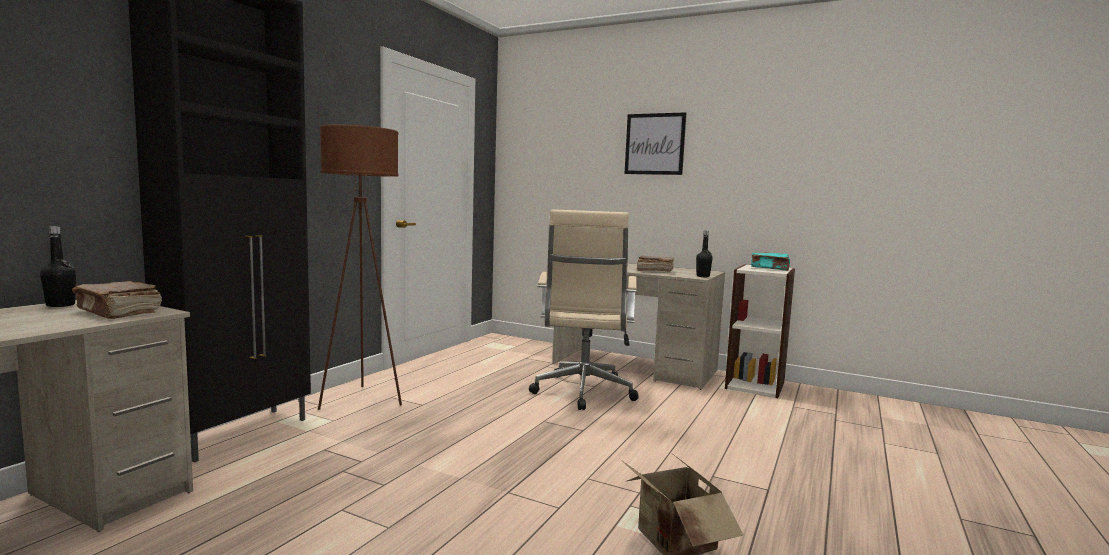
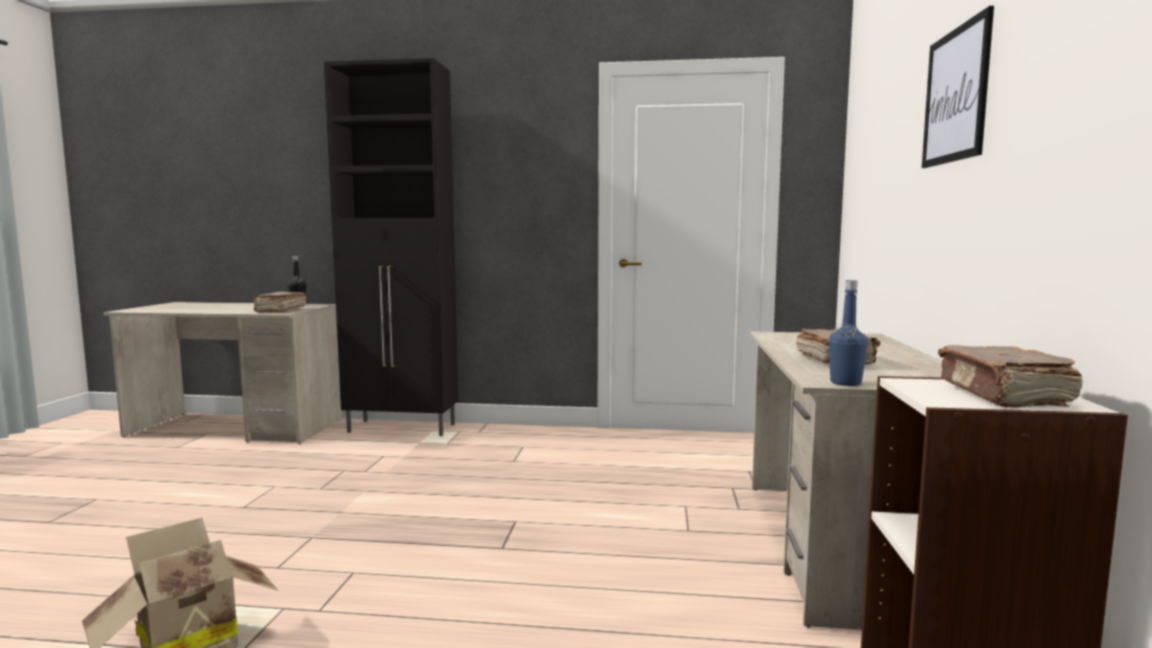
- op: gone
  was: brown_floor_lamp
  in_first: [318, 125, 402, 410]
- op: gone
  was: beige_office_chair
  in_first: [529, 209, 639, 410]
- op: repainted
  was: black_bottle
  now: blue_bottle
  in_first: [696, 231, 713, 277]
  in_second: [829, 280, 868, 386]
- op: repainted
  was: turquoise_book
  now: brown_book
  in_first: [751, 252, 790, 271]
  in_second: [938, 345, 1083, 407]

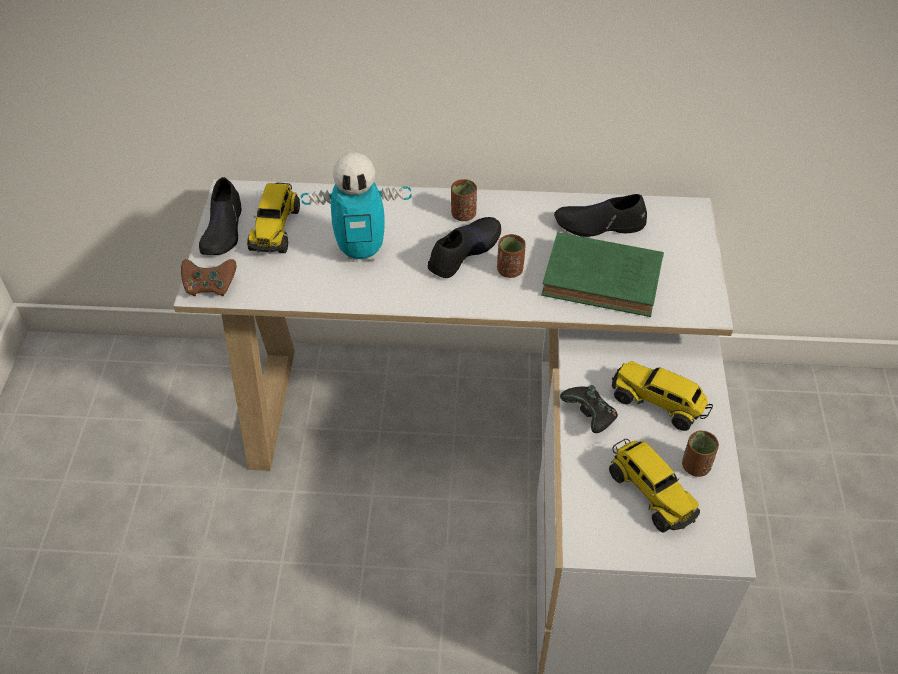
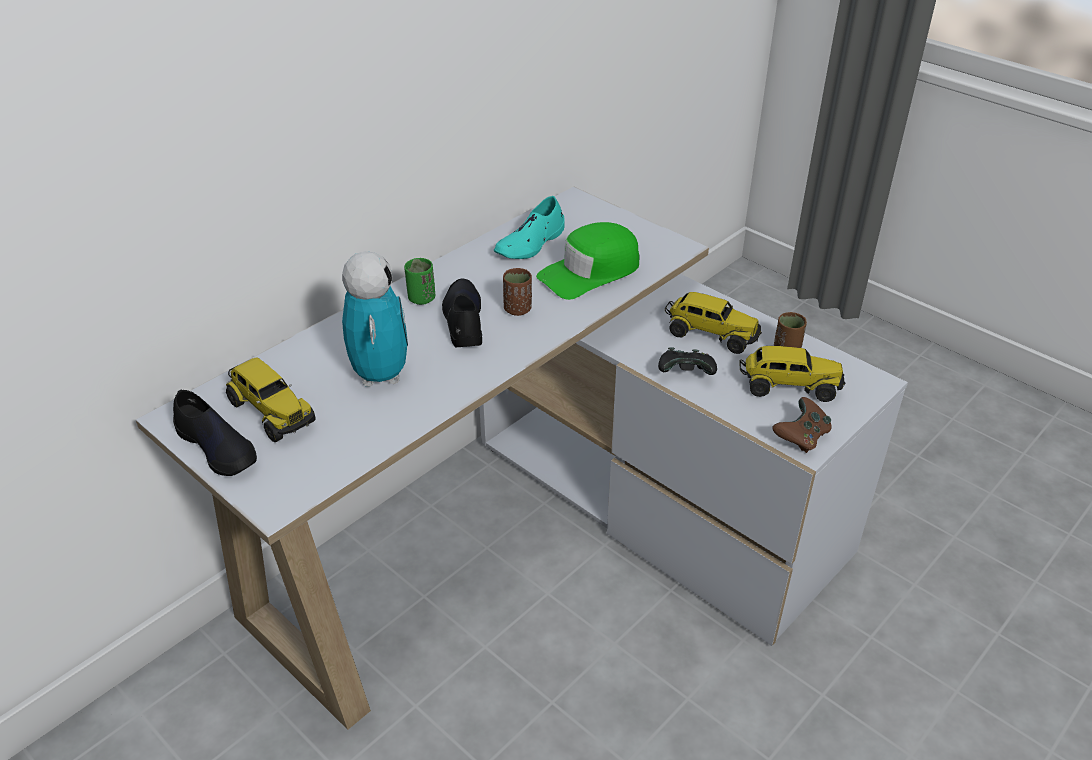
- op: shifted
  was: brown_game_controller
  in_first: [181, 259, 236, 296]
  in_second: [772, 397, 832, 453]
- op: swapped
  was: green_book
  now: green_cap
  in_first: [541, 232, 664, 317]
  in_second: [536, 222, 640, 300]
- op: repainted
  was: brown_cup
  now: green_cup
  in_first: [451, 179, 477, 221]
  in_second: [404, 258, 436, 305]
- op: repainted
  was: black_shoe
  now: turquoise_shoe
  in_first: [554, 194, 647, 237]
  in_second: [494, 196, 565, 259]
- op: rotated
  was: toy_robot
  in_first: [301, 152, 412, 262]
  in_second: [342, 251, 408, 387]
  clockwise: -45
- op: rotated
  was: toy_truck
  in_first: [612, 361, 713, 431]
  in_second: [665, 292, 762, 354]
  clockwise: -135

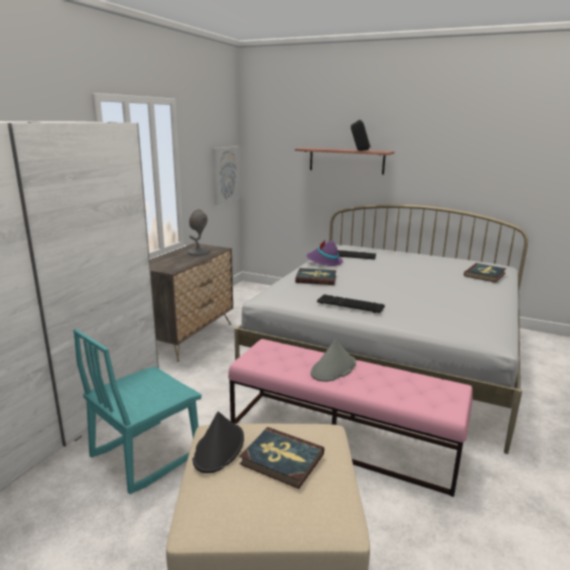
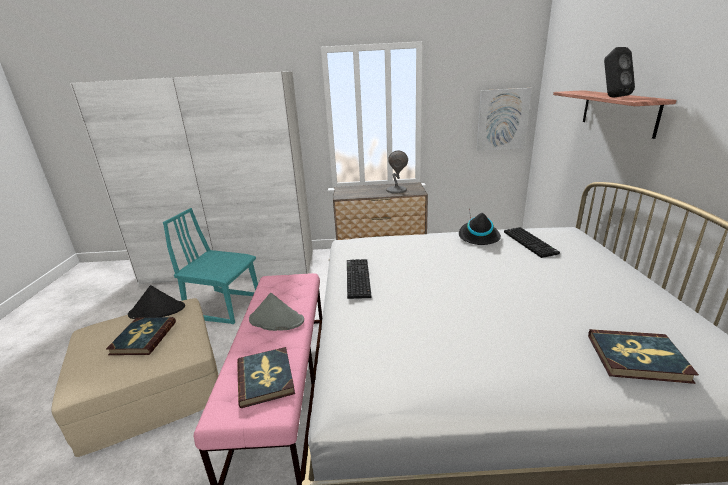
- op: shifted
  was: book
  in_first: [295, 268, 336, 285]
  in_second: [237, 347, 295, 408]
- op: repainted
  was: purple_hat
  now: black_hat
  in_first: [307, 239, 343, 266]
  in_second: [459, 209, 501, 245]

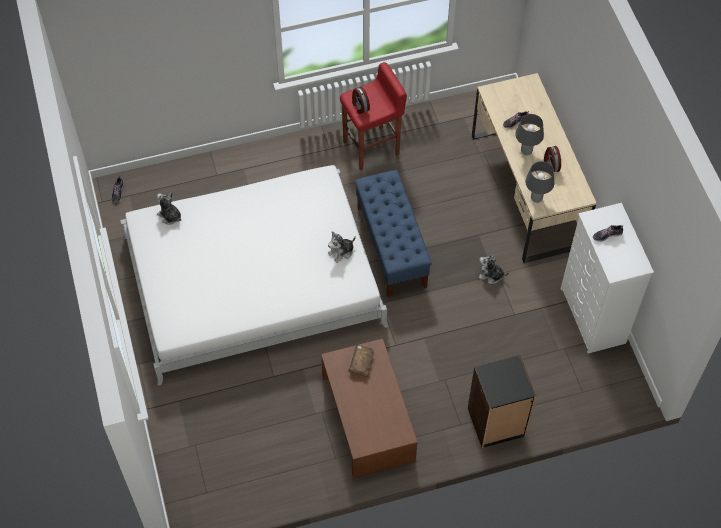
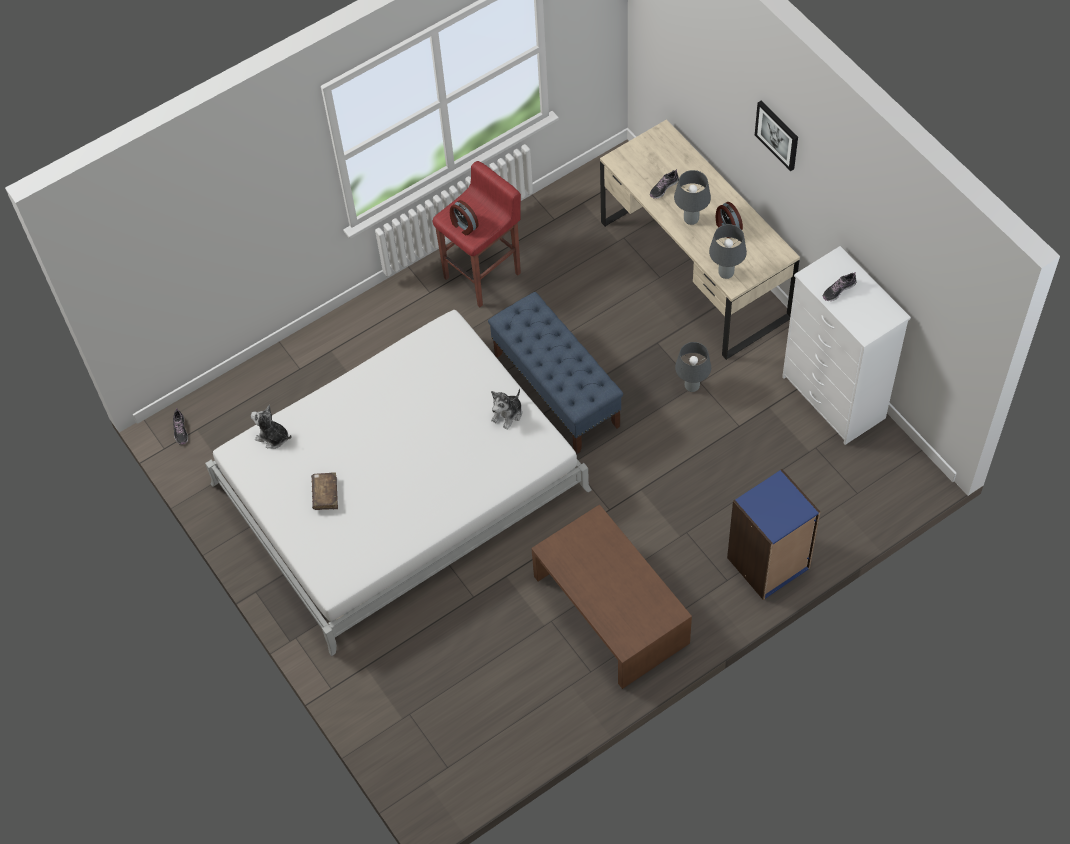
- op: new
  now: picture
  in_second: [755, 101, 798, 171]
- op: shifted
  was: brown_book
  in_first: [349, 345, 375, 377]
  in_second: [311, 472, 338, 510]
- op: swapped
  was: plush_toy
  now: grey_table_lamp
  in_first: [478, 252, 509, 284]
  in_second: [675, 342, 711, 392]
- op: repainted
  was: black_bookcase
  now: blue_bookcase
  in_first: [468, 355, 536, 448]
  in_second: [727, 469, 820, 600]

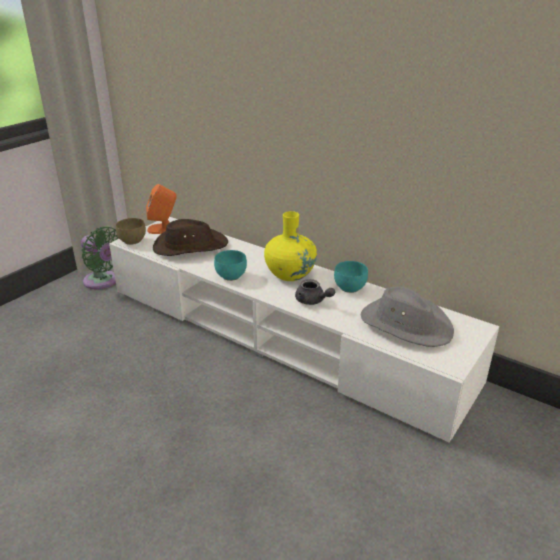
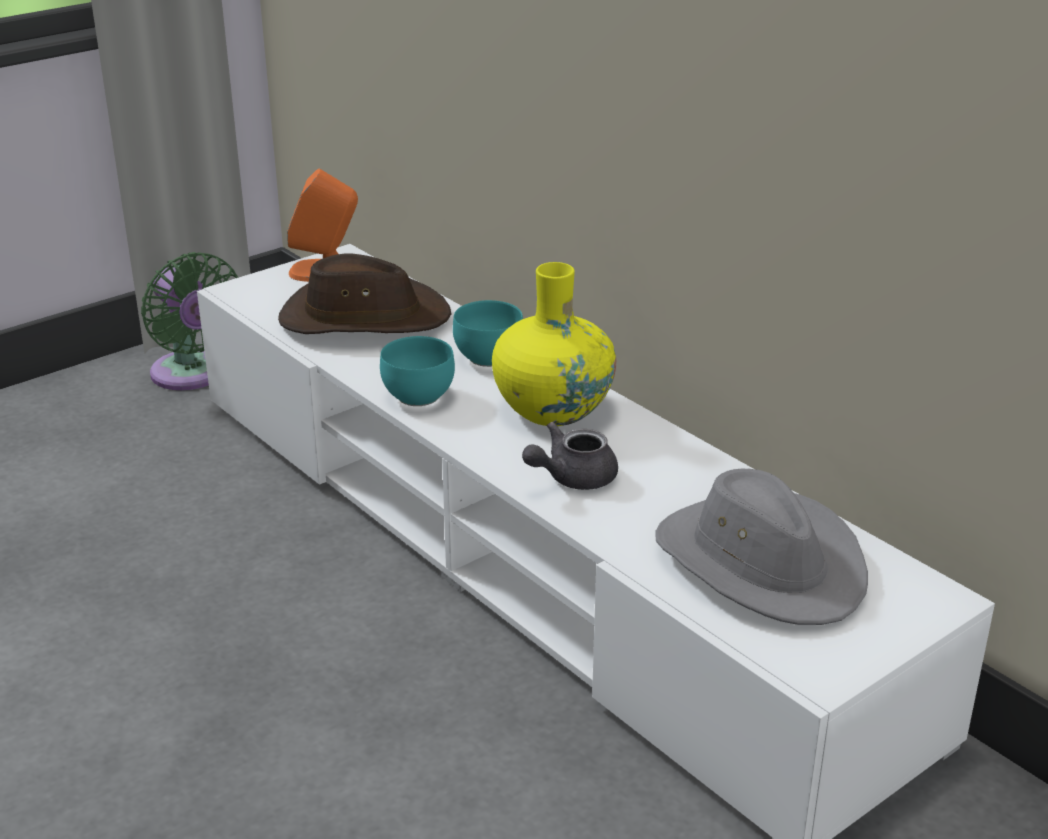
- op: gone
  was: brown_bowl
  in_first: [116, 218, 146, 245]
- op: shifted
  was: turquoise_bowl
  in_first: [334, 261, 368, 293]
  in_second: [453, 300, 523, 367]
- op: rotated
  was: grey_teapot
  in_first: [295, 279, 335, 305]
  in_second: [522, 422, 618, 490]
  clockwise: 90

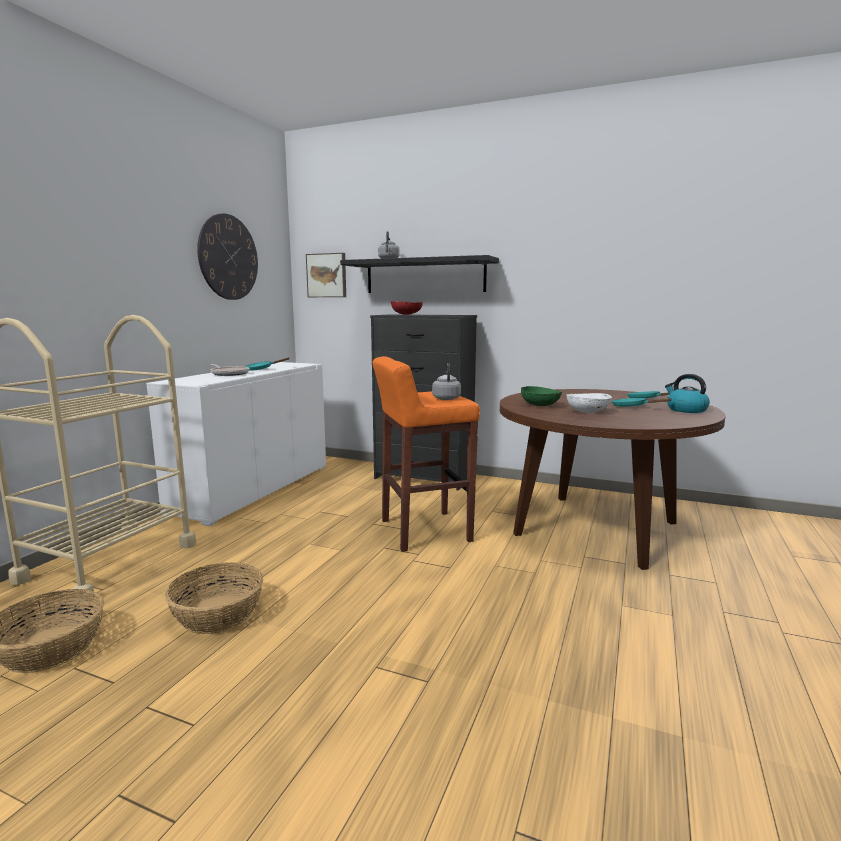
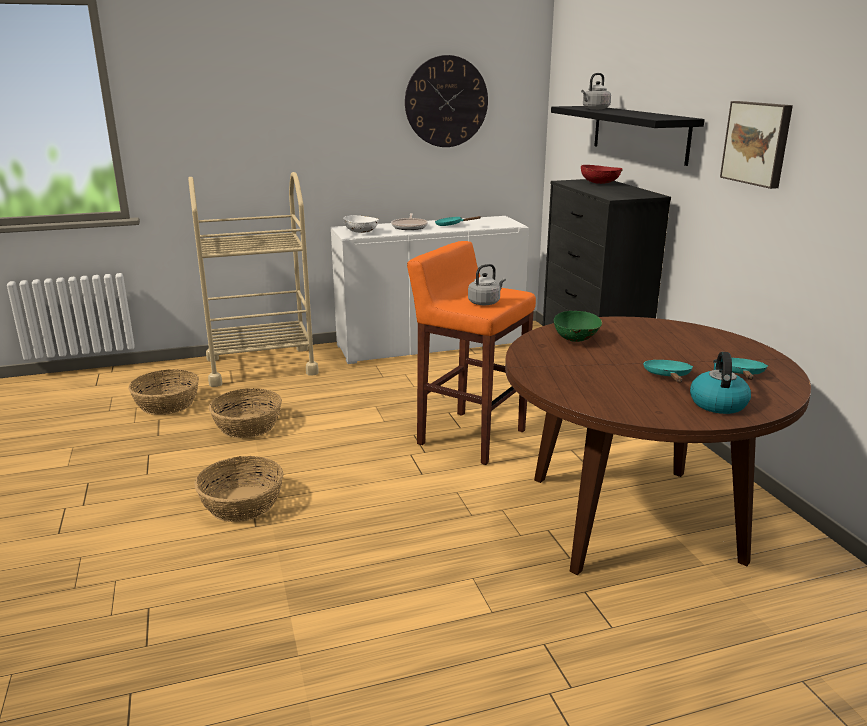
- op: new
  now: basket
  in_second: [194, 456, 284, 522]
- op: shifted
  was: picture
  in_first: [306, 253, 346, 297]
  in_second: [720, 101, 793, 189]
- op: shifted
  was: white_bowl
  in_first: [566, 393, 612, 413]
  in_second: [343, 215, 379, 233]

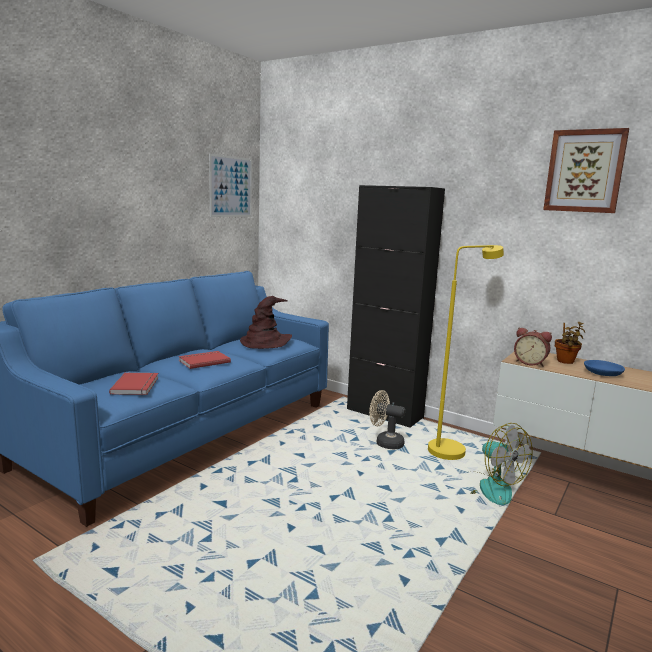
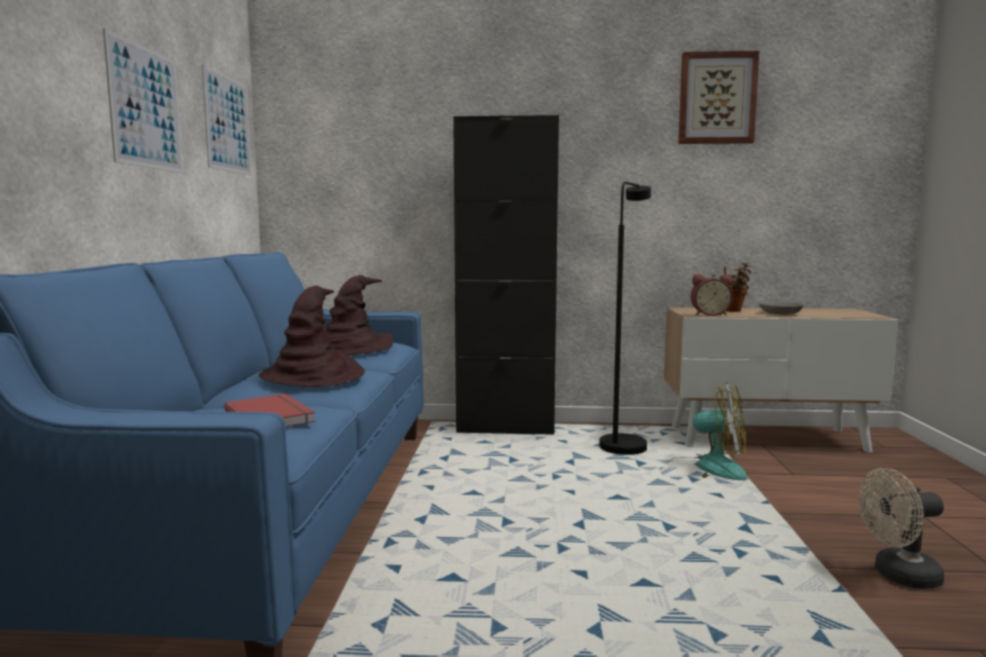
- op: new
  now: picture
  in_second: [103, 28, 183, 173]
- op: shifted
  was: beige_fan
  in_first: [369, 390, 405, 449]
  in_second: [858, 468, 944, 589]
- op: swapped
  was: red_book
  now: brown_hat
  in_first: [179, 351, 231, 369]
  in_second: [258, 286, 365, 387]
- op: repainted
  was: yellow_floor_lamp
  now: black_floor_lamp
  in_first: [428, 245, 504, 460]
  in_second: [599, 182, 651, 455]
- op: repainted
  was: blue_bowl
  now: grey_bowl
  in_first: [584, 360, 625, 376]
  in_second: [759, 302, 804, 314]

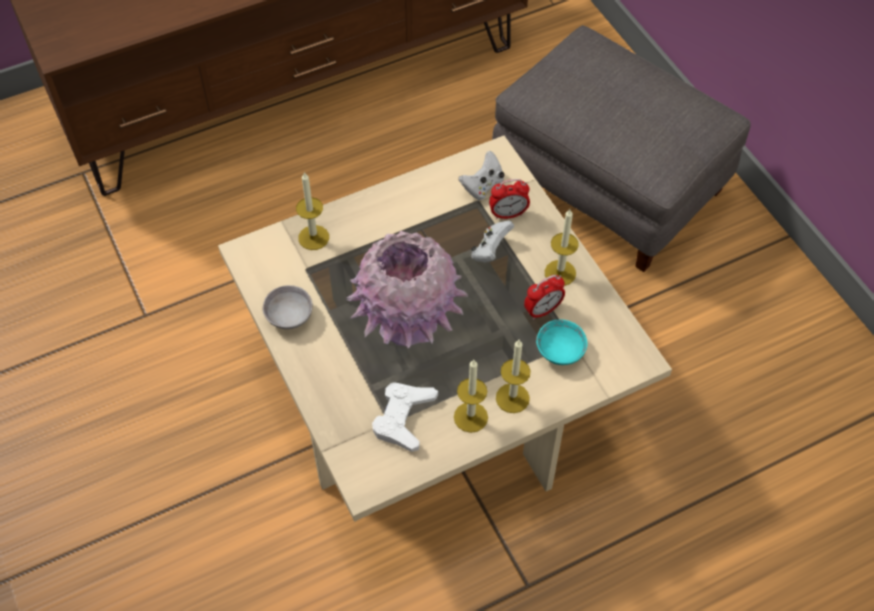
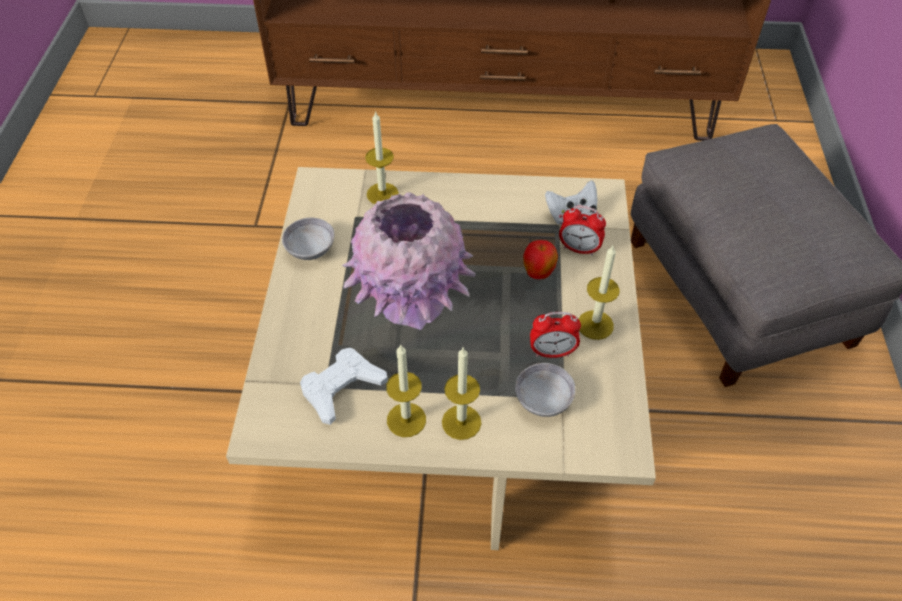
- op: swapped
  was: white_game_controller
  now: apple
  in_first: [471, 220, 514, 262]
  in_second: [523, 240, 558, 279]
- op: repainted
  was: turquoise_bowl
  now: grey_bowl
  in_first: [536, 320, 588, 365]
  in_second: [515, 363, 576, 417]

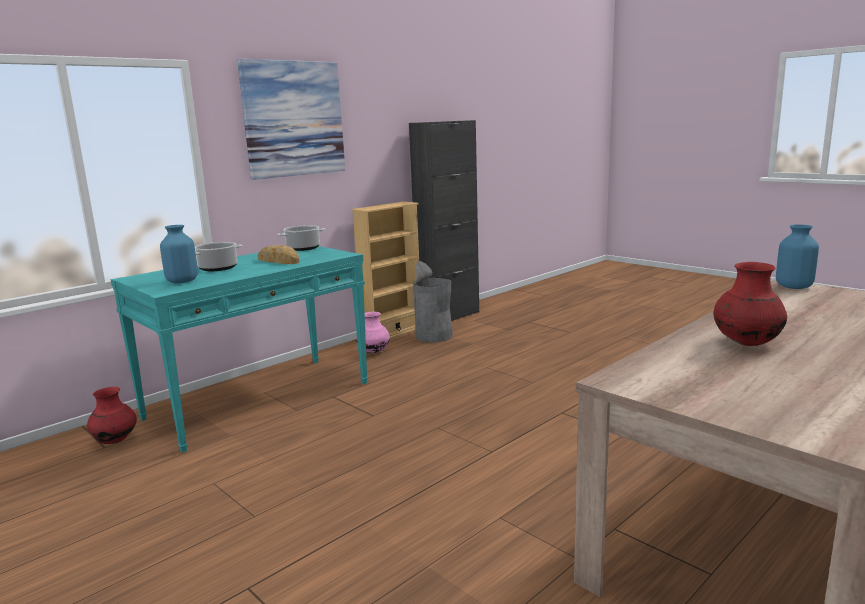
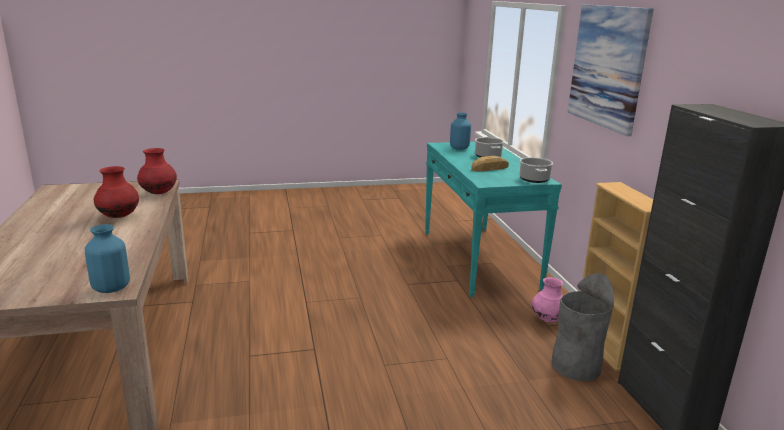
- op: shifted
  was: red_vase
  in_first: [87, 387, 137, 444]
  in_second: [137, 148, 177, 194]

